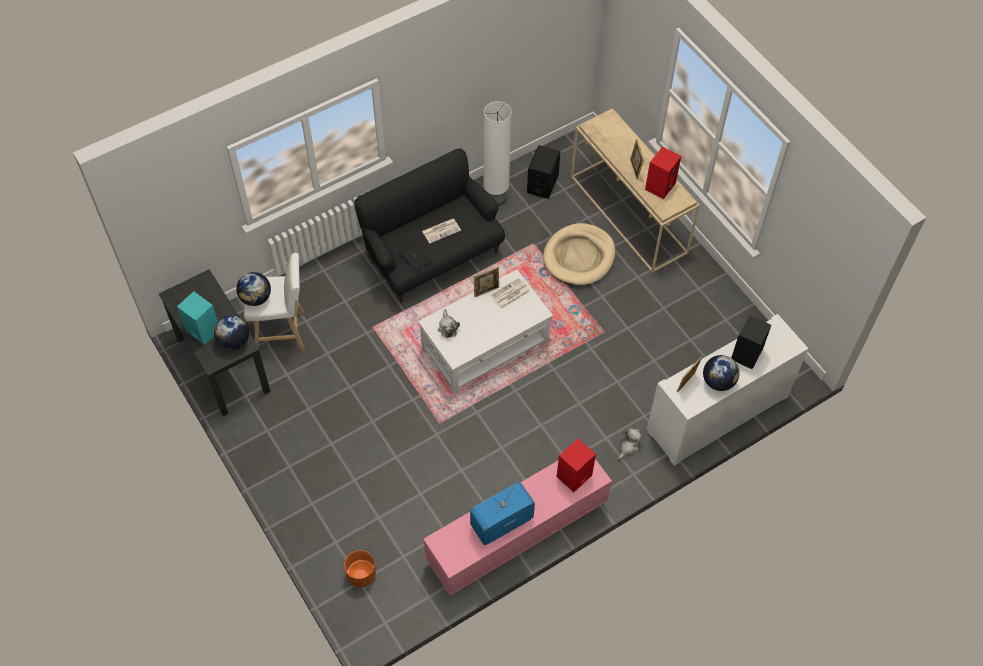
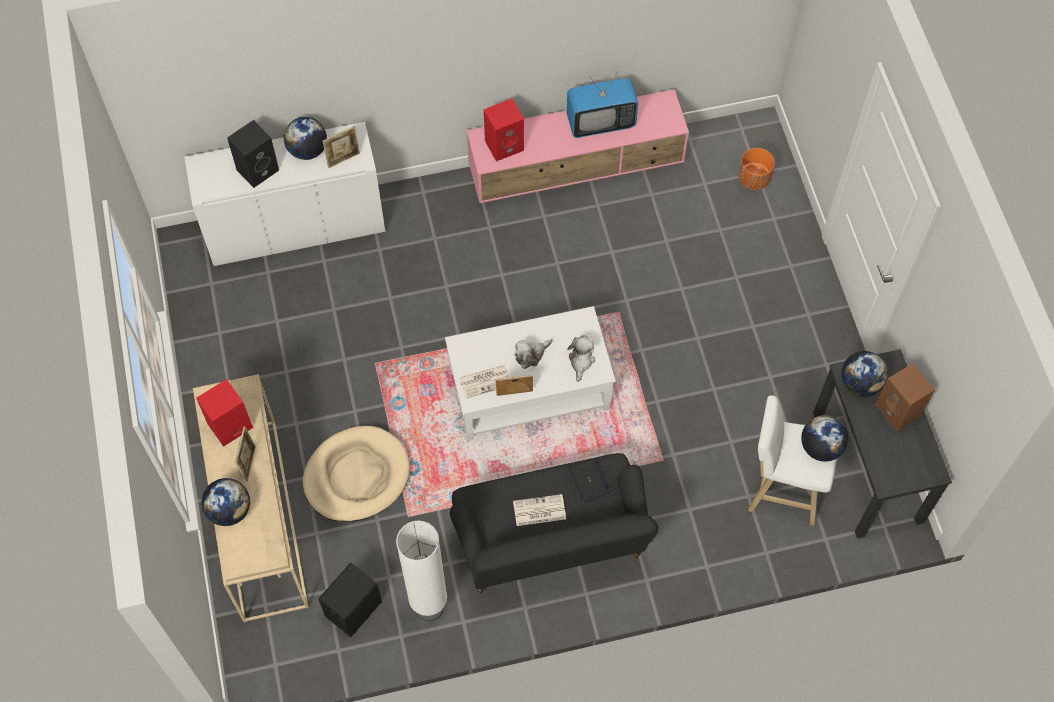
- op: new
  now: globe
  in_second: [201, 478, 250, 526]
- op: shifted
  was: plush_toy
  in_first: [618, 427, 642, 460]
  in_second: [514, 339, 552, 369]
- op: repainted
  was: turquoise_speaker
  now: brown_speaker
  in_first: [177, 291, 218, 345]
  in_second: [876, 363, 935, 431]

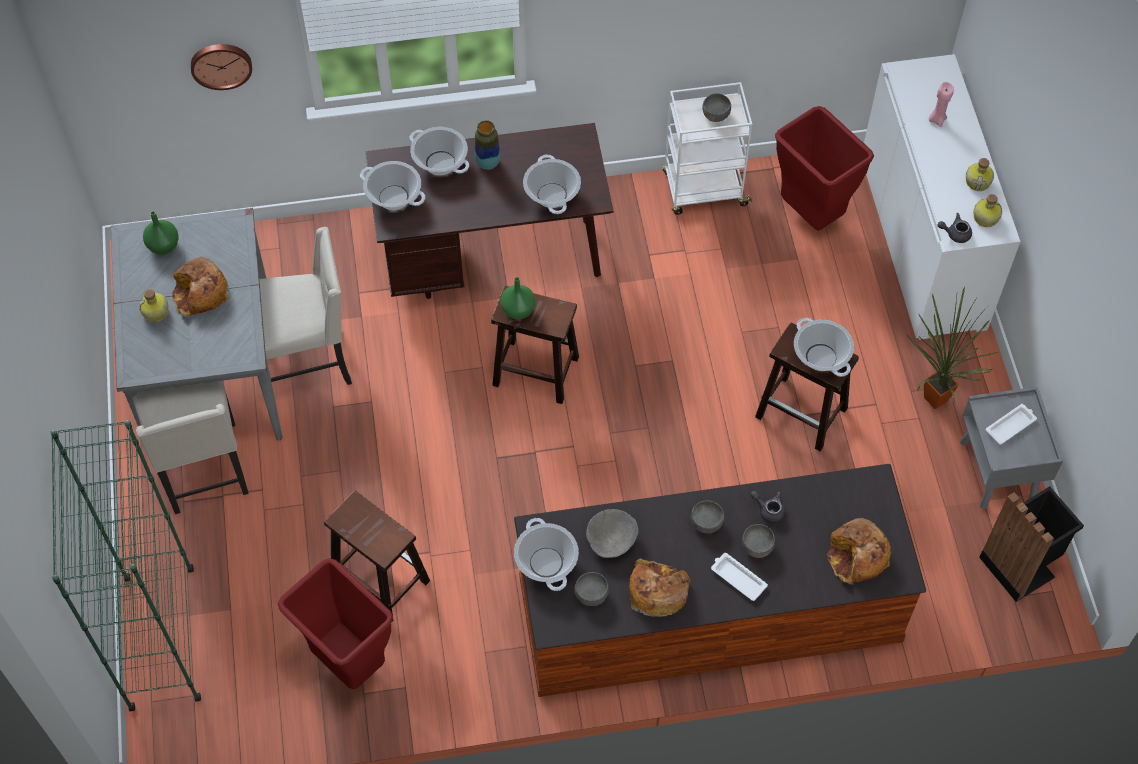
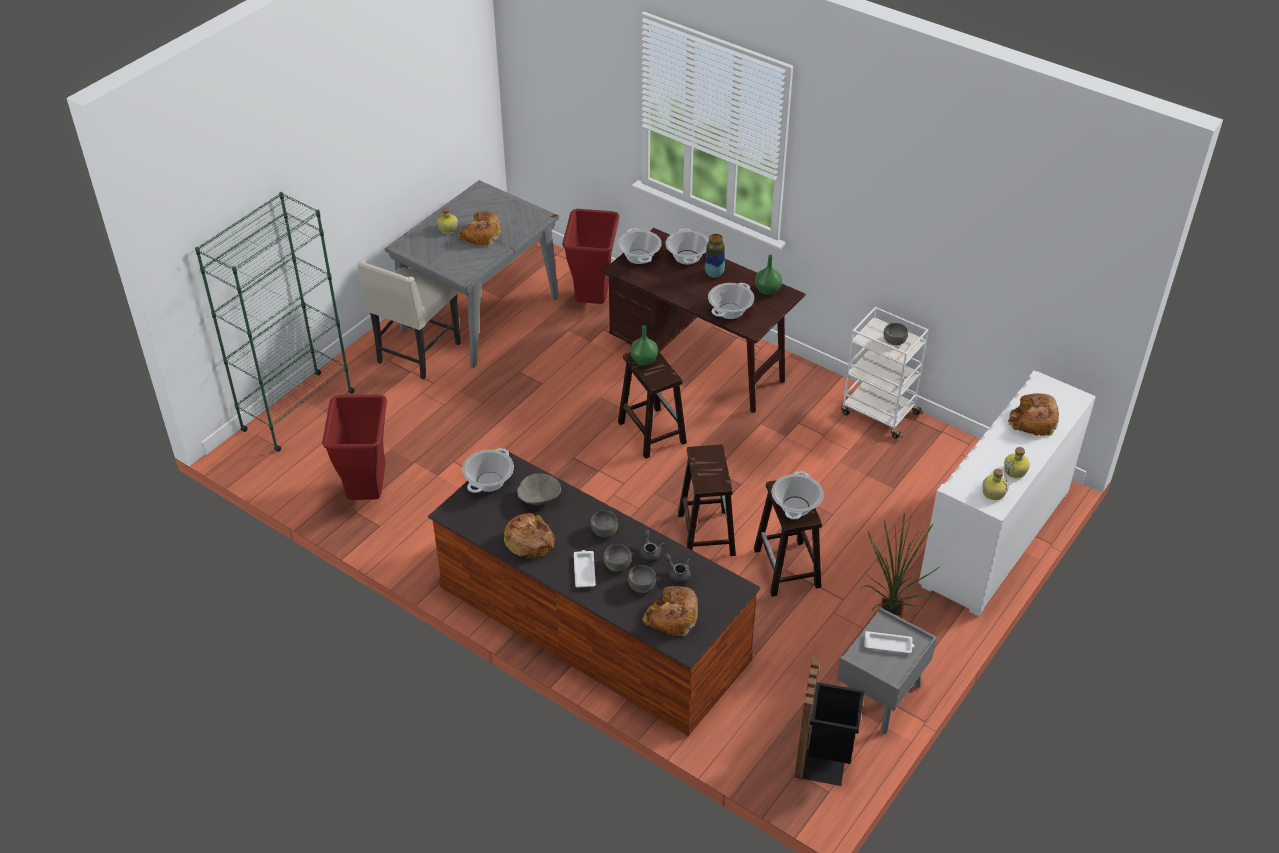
- op: gone
  was: wall_clock
  in_first: [191, 44, 252, 90]
- op: gone
  was: beige_chair
  in_first: [259, 227, 352, 385]
- op: shifted
  was: green_vase
  in_first: [143, 211, 179, 255]
  in_second: [755, 255, 782, 295]
- op: shifted
  was: brown_stool
  in_first: [324, 491, 430, 622]
  in_second: [678, 444, 736, 556]
- op: shifted
  was: grey_bowl
  in_first: [575, 572, 609, 606]
  in_second: [628, 565, 656, 593]
- op: shifted
  was: red_trash_can
  in_first: [775, 106, 874, 231]
  in_second: [562, 209, 620, 304]
- op: shifted
  was: grey_teapot
  in_first: [938, 213, 972, 243]
  in_second: [664, 554, 691, 584]
- op: swapped
  was: pink_candle
  now: bread
  in_first: [929, 82, 954, 128]
  in_second: [1008, 393, 1059, 436]

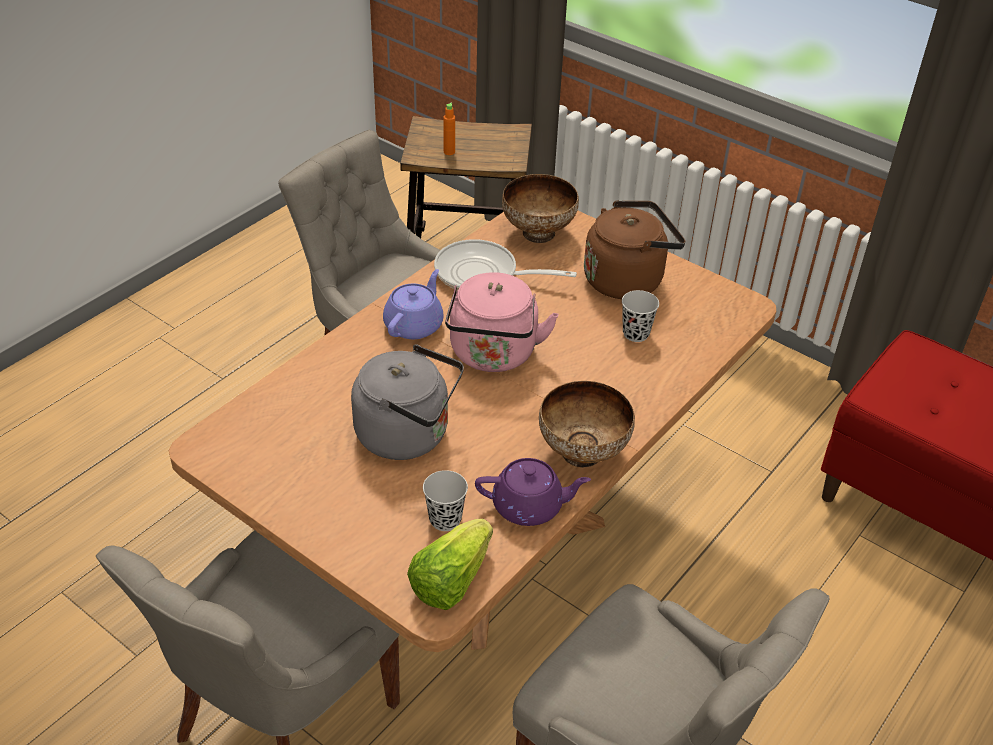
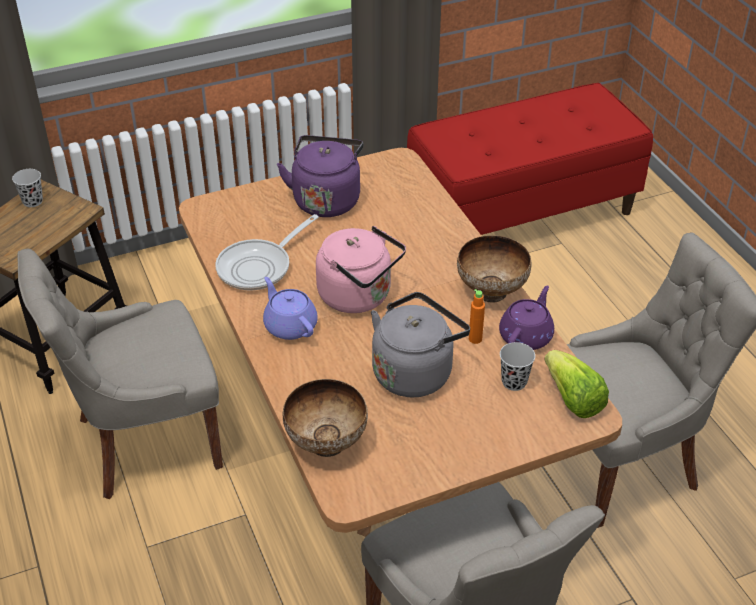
- op: shifted
  was: orange_bottle
  in_first: [444, 103, 455, 155]
  in_second: [469, 289, 485, 344]
- op: shifted
  was: bowl
  in_first: [502, 174, 579, 243]
  in_second: [282, 379, 368, 457]
- op: shifted
  was: black_cup
  in_first: [622, 290, 659, 342]
  in_second: [12, 169, 43, 207]
- op: repainted
  was: brown_kettle
  now: purple_kettle
  in_first: [584, 200, 685, 299]
  in_second: [277, 135, 364, 217]

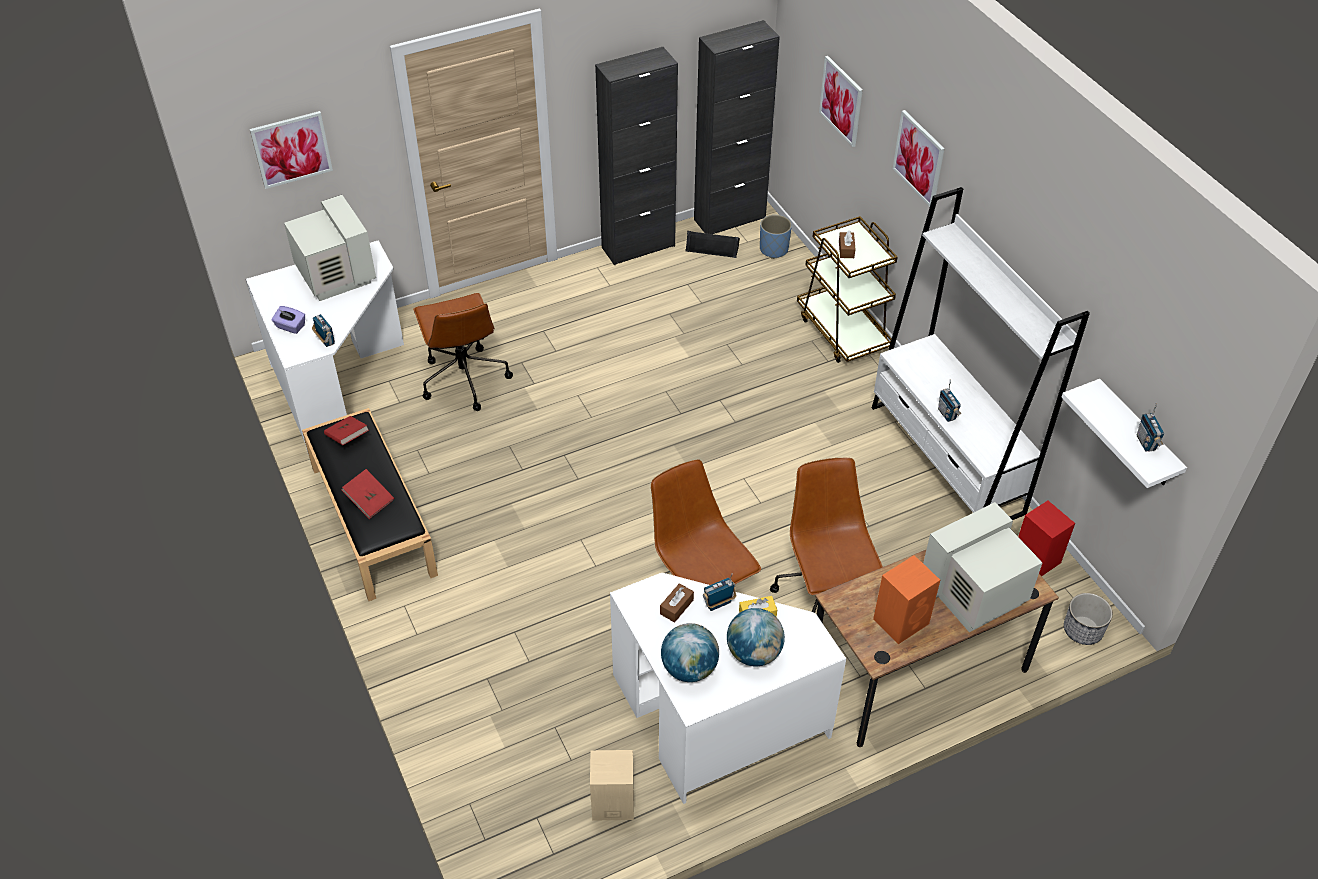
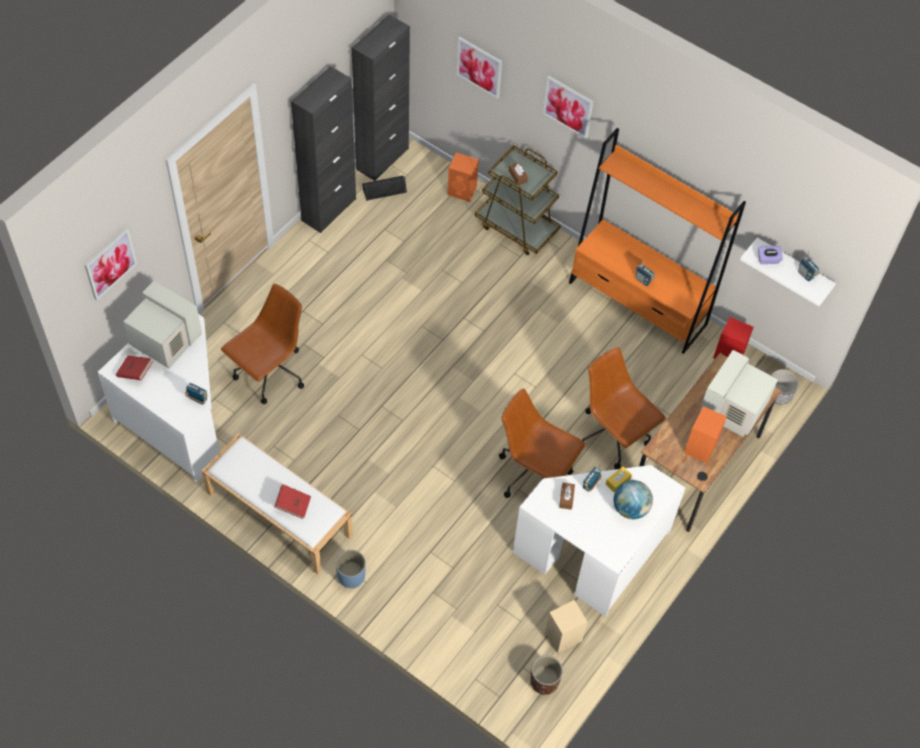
- op: gone
  was: globe
  in_first: [661, 623, 719, 682]
- op: new
  now: orange_speaker
  in_second: [447, 153, 479, 202]
- op: new
  now: brown_planter
  in_second: [531, 656, 563, 695]
- op: shifted
  was: purple_tissue_box
  in_first: [272, 306, 305, 334]
  in_second: [758, 246, 783, 264]
- op: shifted
  was: red_book
  in_first: [324, 416, 369, 445]
  in_second: [116, 355, 153, 380]
- op: shifted
  was: blue_planter
  in_first: [760, 215, 792, 259]
  in_second: [336, 550, 366, 588]
- op: repainted
  was: black_bench
  now: white_bench
  in_first: [302, 408, 438, 601]
  in_second: [202, 433, 353, 574]
- op: repainted
  was: white_bookcase
  now: orange_bookcase
  in_first: [872, 187, 1090, 520]
  in_second: [569, 128, 746, 354]
- op: rotated
  was: brown_office_chair
  in_first: [413, 293, 513, 411]
  in_second: [221, 284, 304, 404]
  clockwise: -90

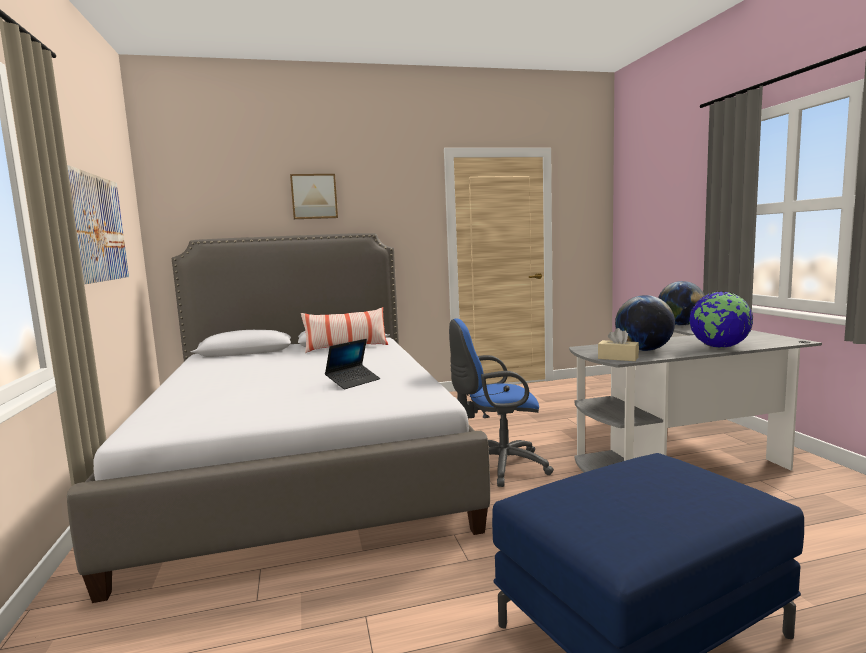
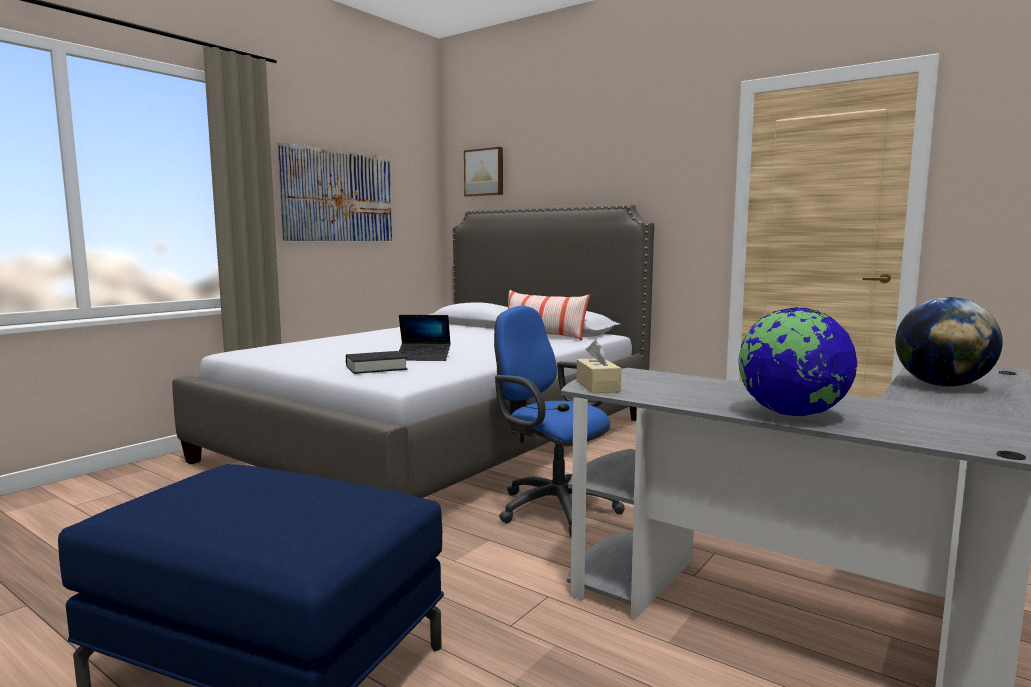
- op: gone
  was: globe
  in_first: [615, 295, 675, 351]
- op: new
  now: black_book
  in_second: [346, 351, 407, 374]
- op: shifted
  was: picture
  in_first: [290, 174, 338, 219]
  in_second: [464, 147, 503, 197]

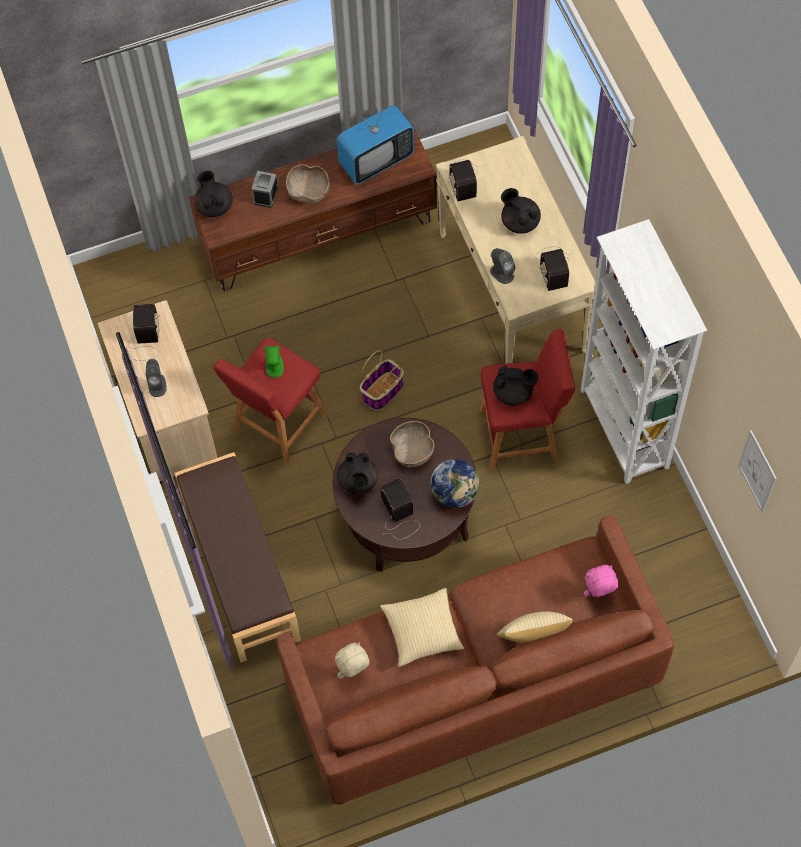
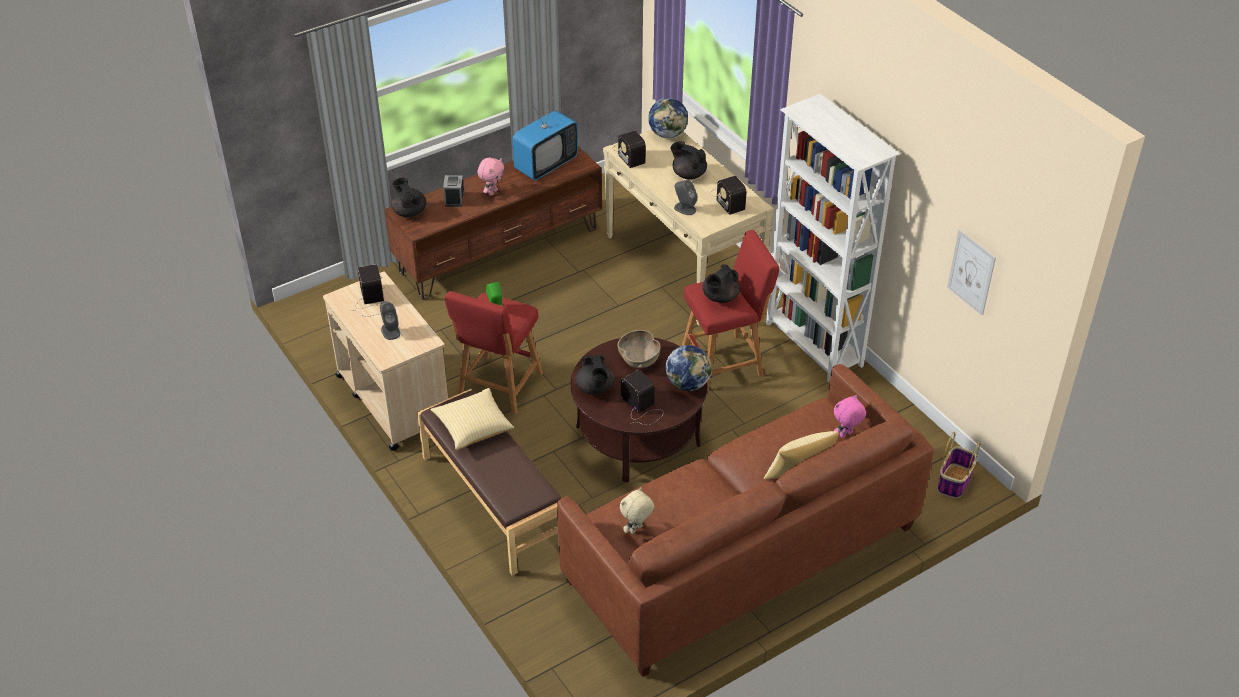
- op: new
  now: globe
  in_second: [648, 98, 688, 138]
- op: shifted
  was: basket
  in_first: [360, 350, 404, 410]
  in_second: [937, 432, 980, 498]
- op: shifted
  was: pillow
  in_first: [380, 588, 464, 667]
  in_second: [430, 388, 514, 450]
- op: swapped
  was: brown_bowl
  now: pink_plush_toy
  in_first: [286, 164, 329, 203]
  in_second: [477, 158, 504, 196]
- op: rotated
  was: black_teapot
  in_first: [493, 366, 539, 406]
  in_second: [702, 264, 740, 303]
  clockwise: 135

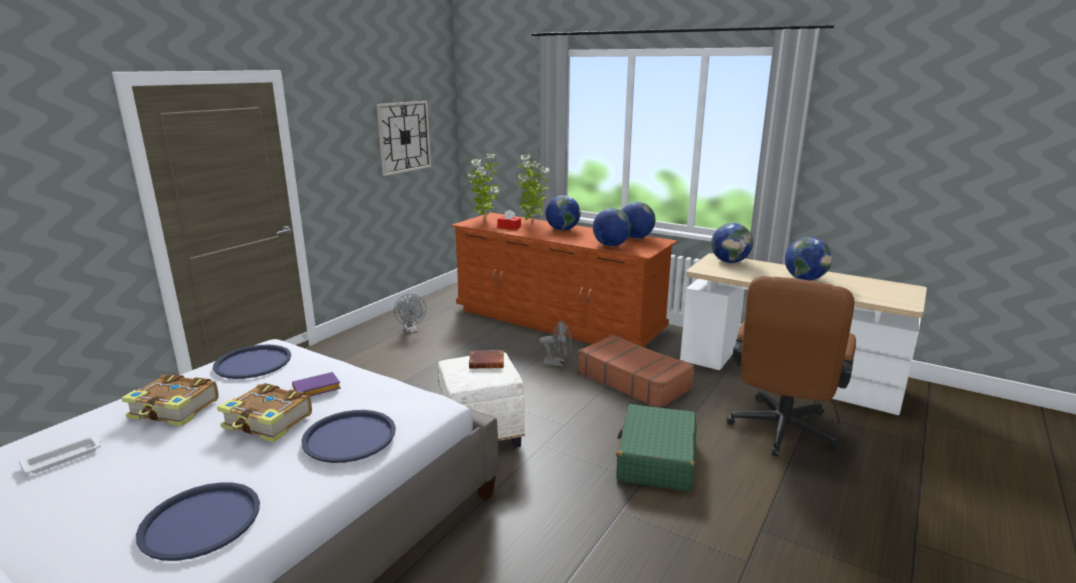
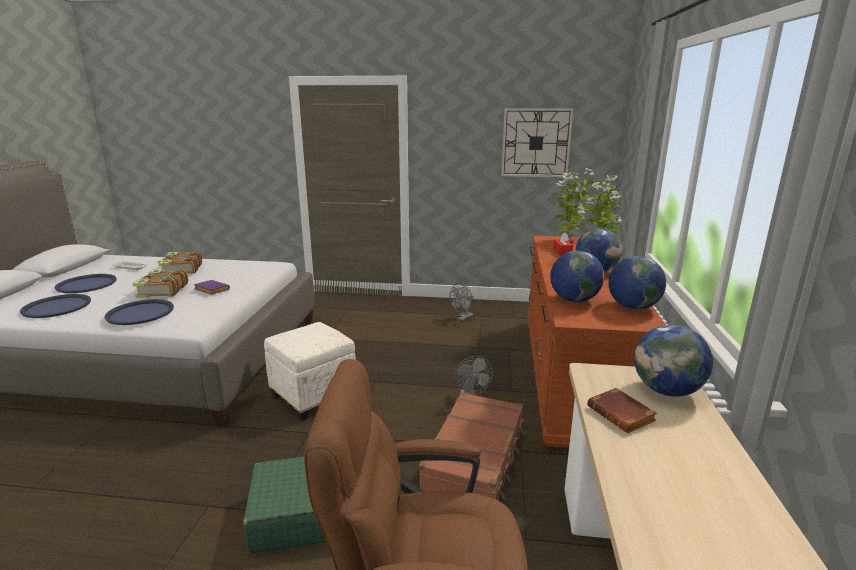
- op: gone
  was: globe
  in_first: [785, 237, 832, 280]
- op: shifted
  was: blue_tray
  in_first: [213, 345, 291, 379]
  in_second: [55, 274, 117, 293]
- op: shifted
  was: brown_book
  in_first: [469, 350, 504, 369]
  in_second: [587, 388, 657, 433]

